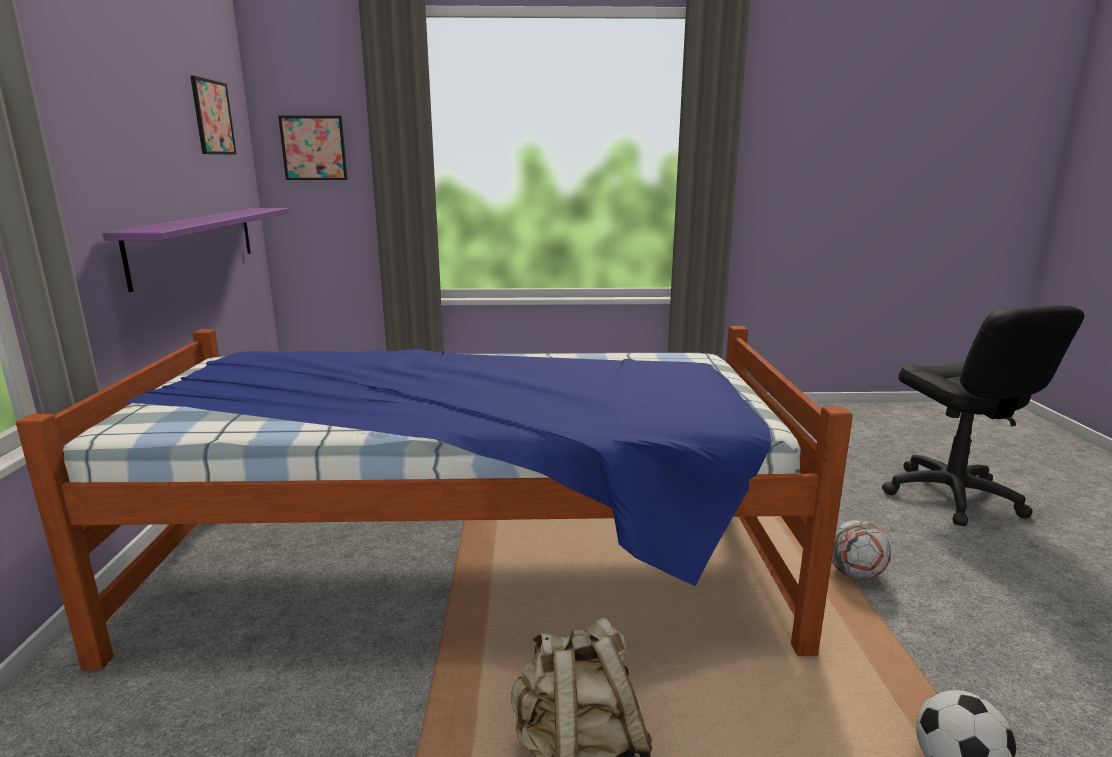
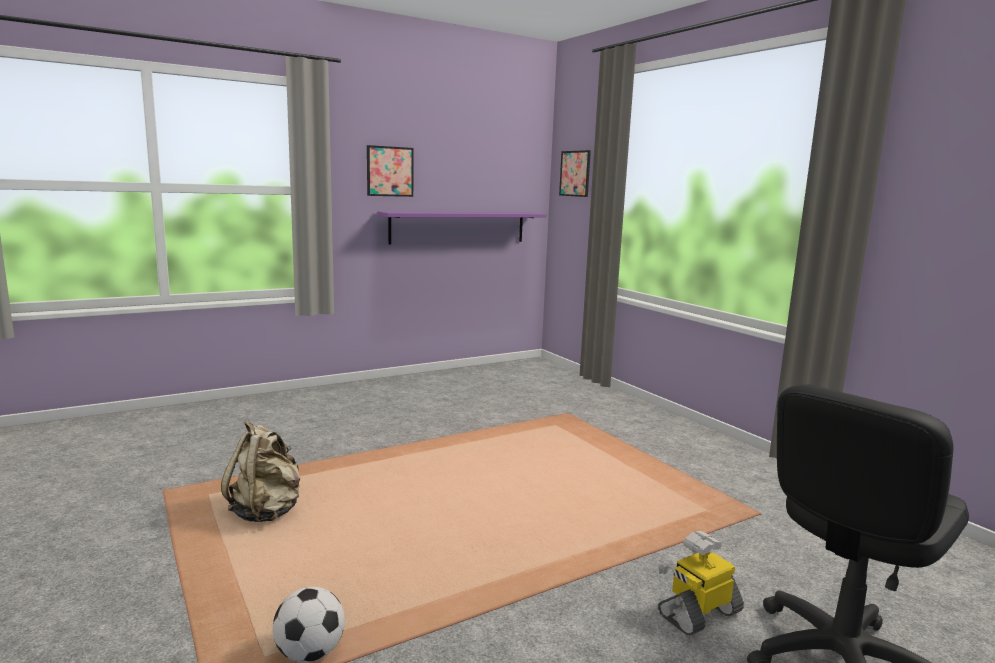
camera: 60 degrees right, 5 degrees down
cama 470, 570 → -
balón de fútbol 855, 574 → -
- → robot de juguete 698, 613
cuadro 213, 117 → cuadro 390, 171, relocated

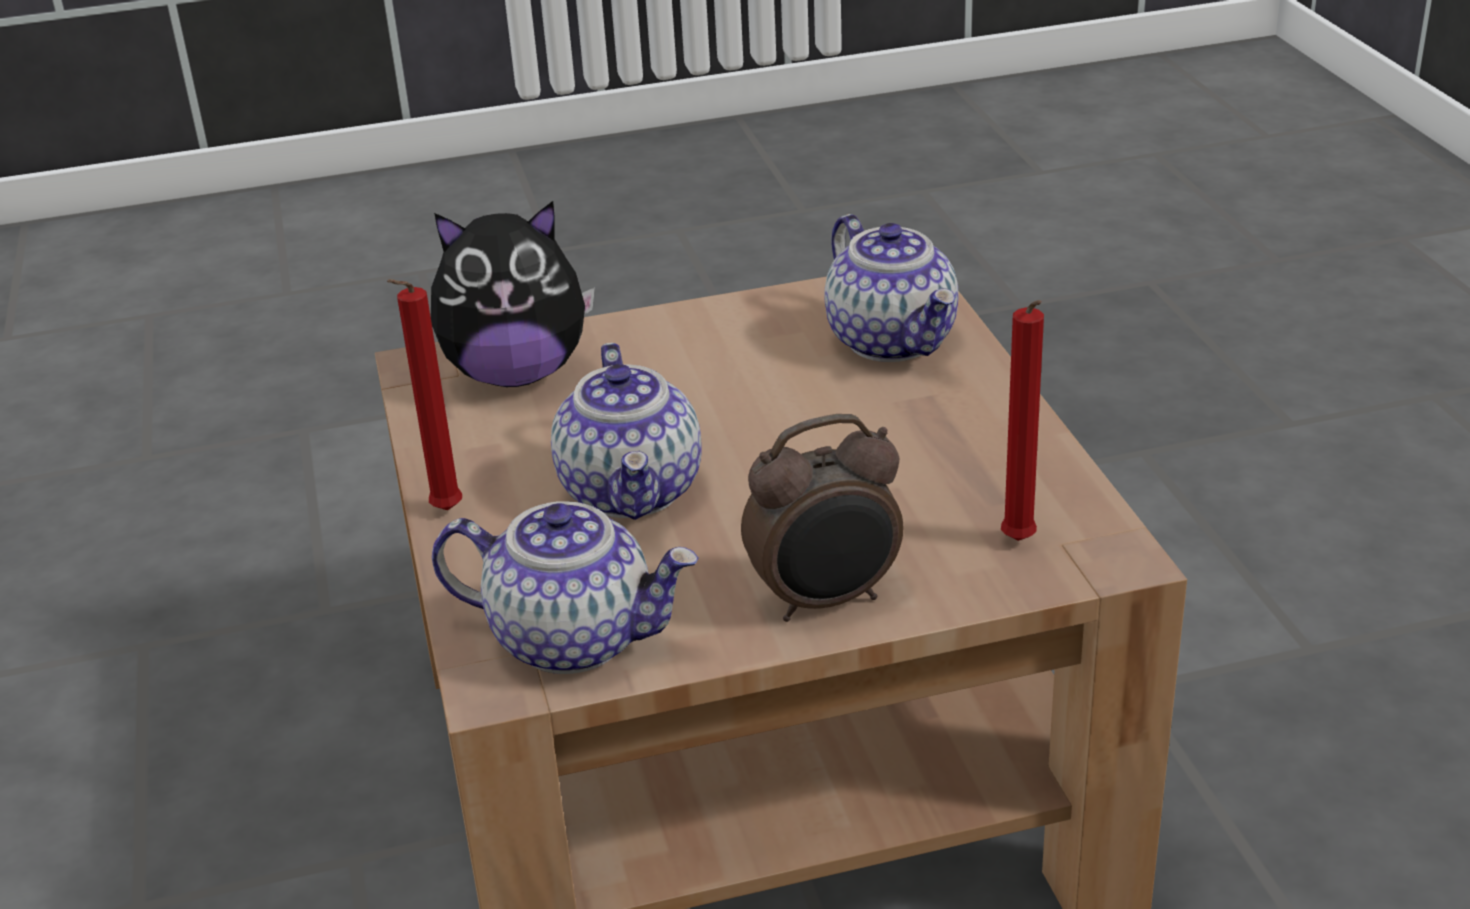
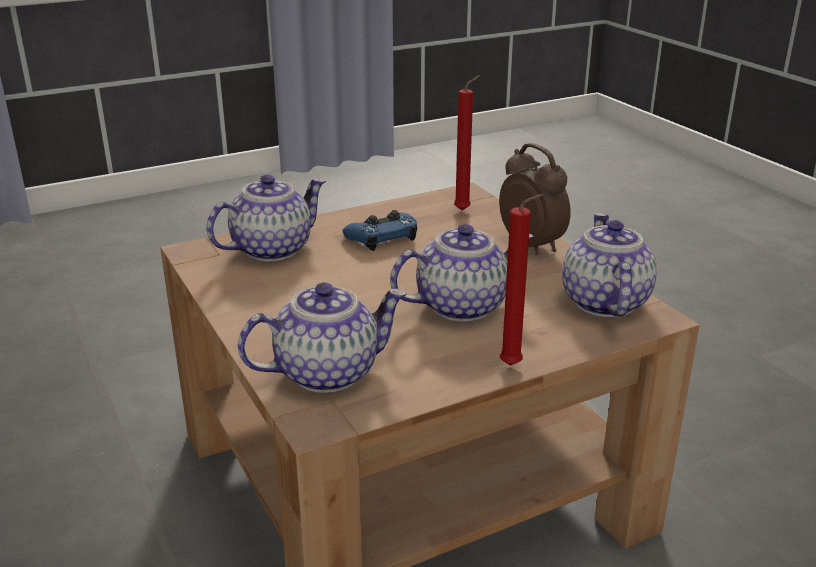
camera: 105 degrees left, 5 degrees down
- → mando de consola (azul) 382, 237
peluche 517, 374 → tetera 327, 372

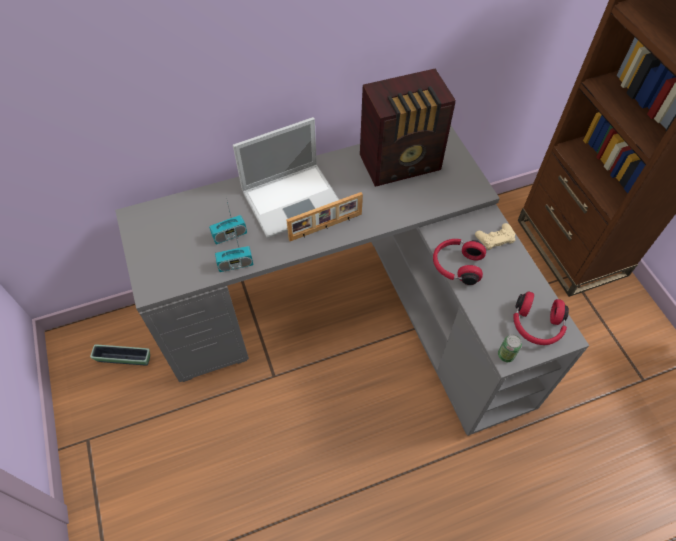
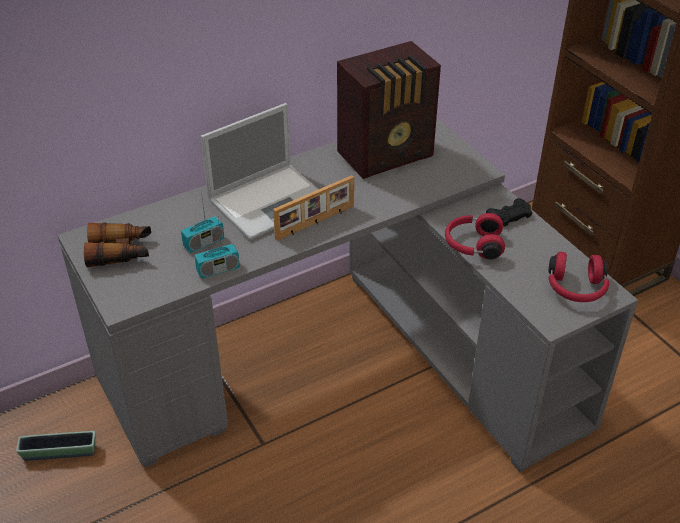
camera: 10 degrees left, 15 degrees down
lata 505, 355 → -
- → prismáticos 120, 252
mando de consola (beis) 495, 238 → mando de consola (negro) 509, 215

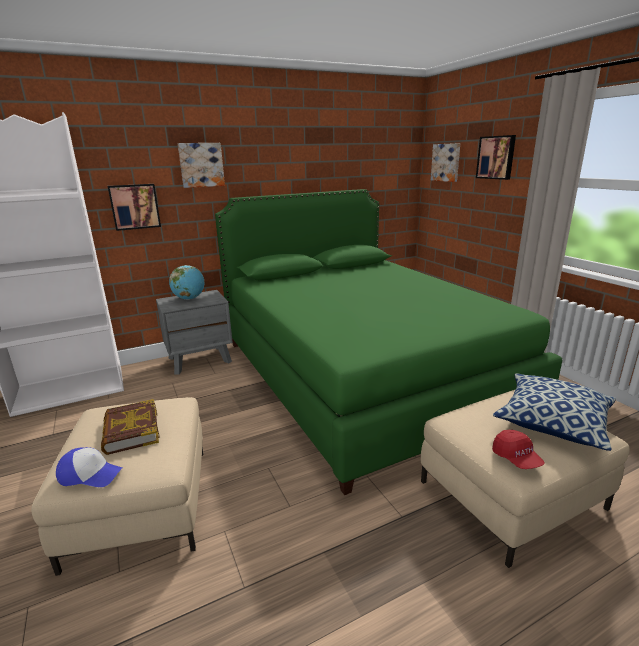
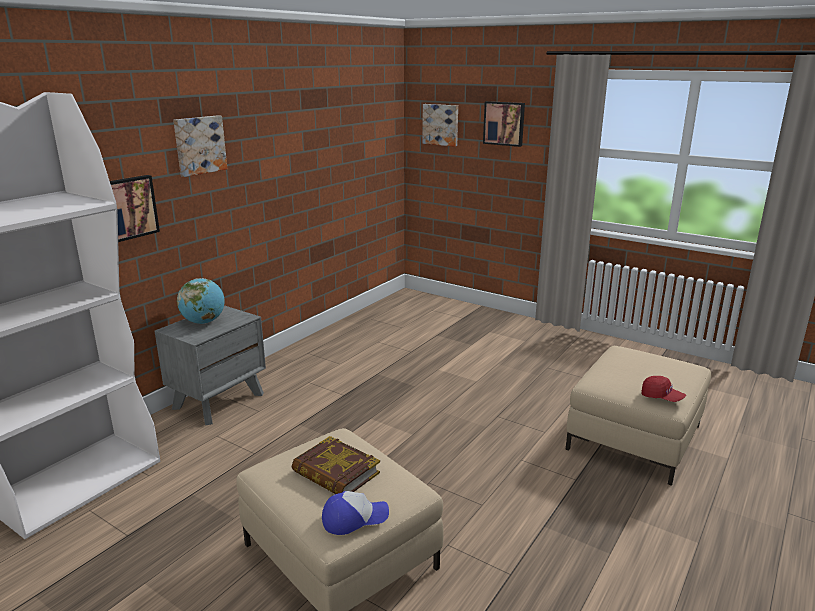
camera: 30 degrees left, 0 degrees up
cama (verde) 361, 374 → -
cojín 552, 422 → -

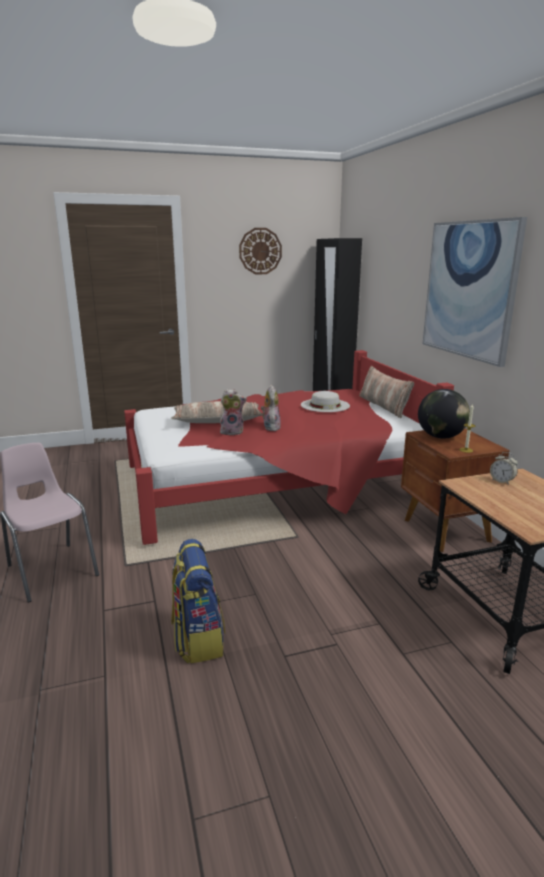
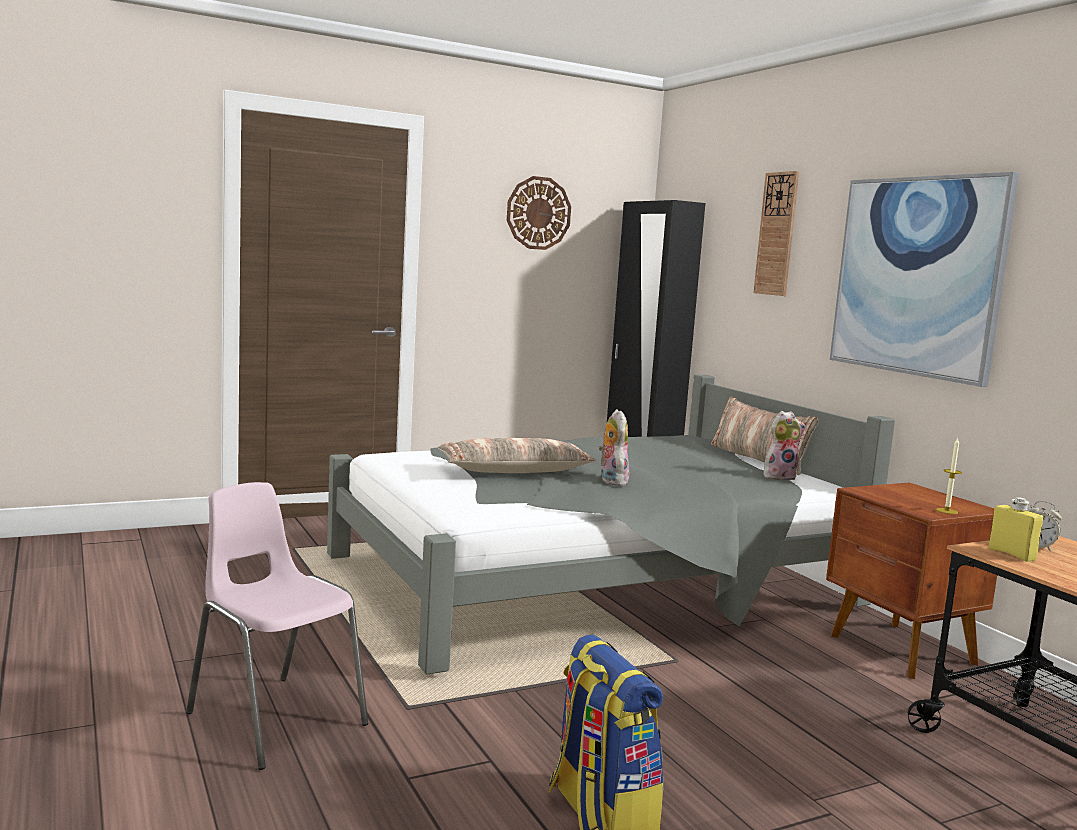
camera: 10 degrees left, 10 degrees down
sombrero (blanco) 325, 405 → -
globo terráqueo 440, 437 → -
- → reloj de pared 777, 234
- → botella (amarillo) 1011, 554
peluche 232, 432 → peluche 779, 477, relocated
cama (rojo) 272, 484 → cama (gris) 589, 585

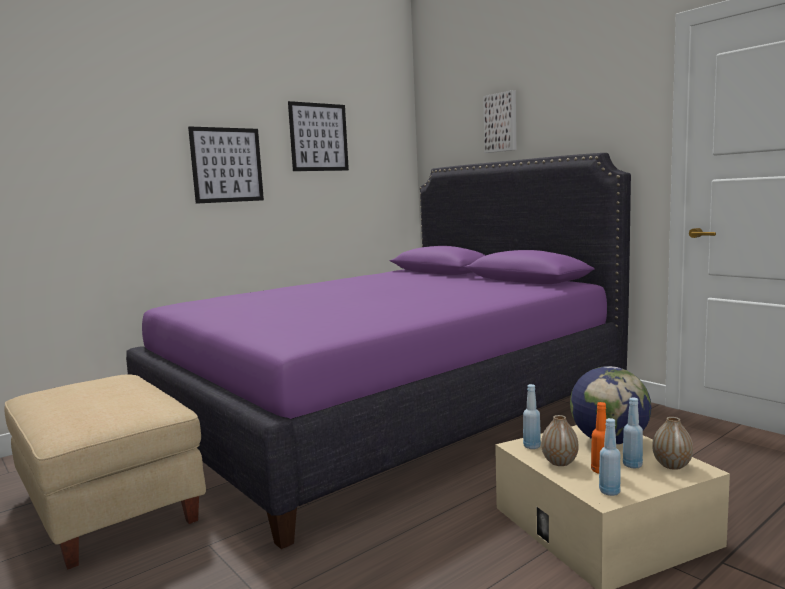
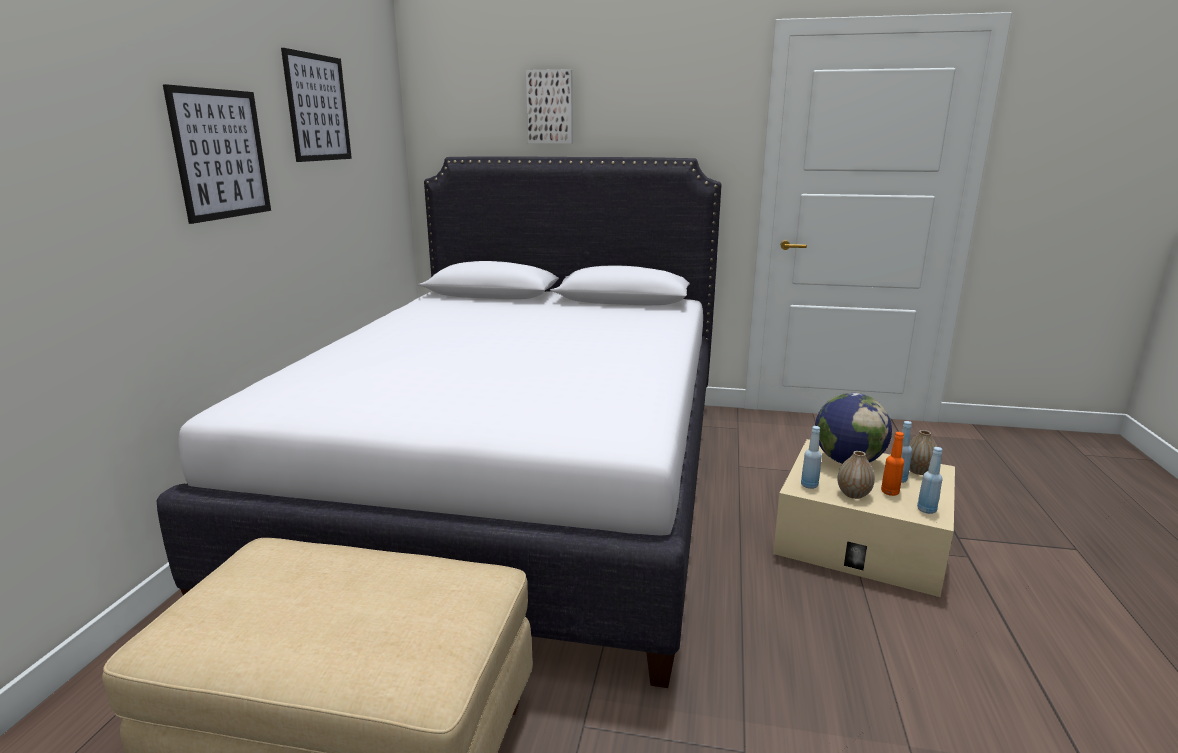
camera: 40 degrees left, 10 degrees up
cama (morado) 386, 413 → cama (blanco) 517, 483

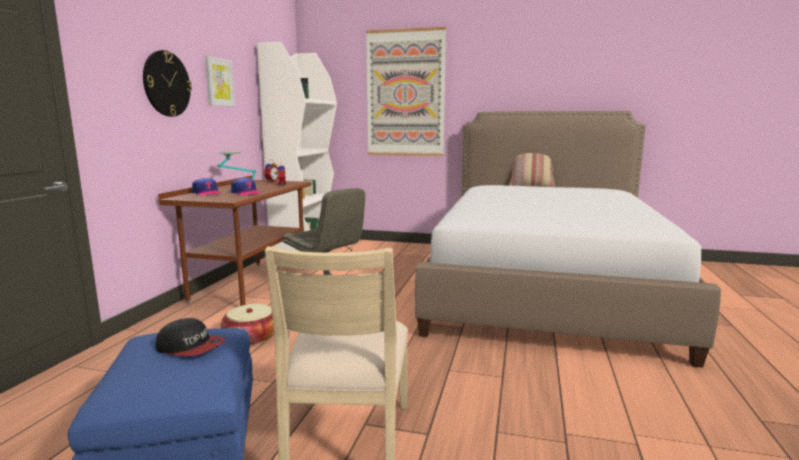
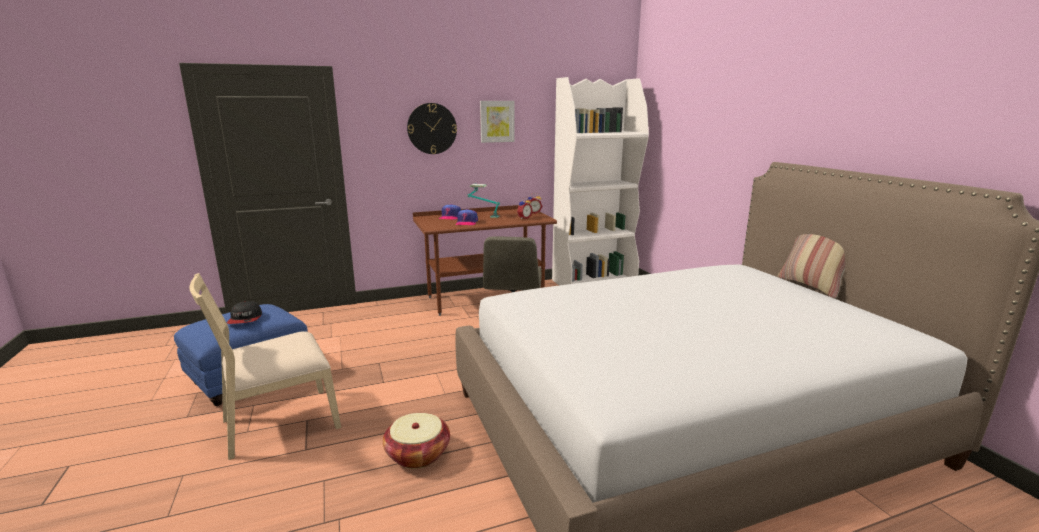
camera: 55 degrees right, 5 degrees up
cuadro 405, 93 → -
cesta 251, 337 → cesta 418, 454, relocated

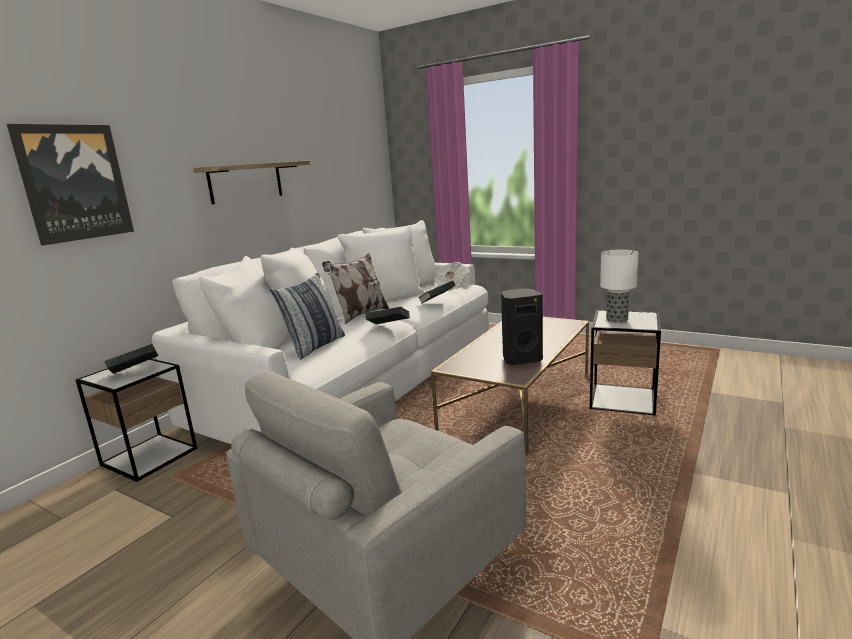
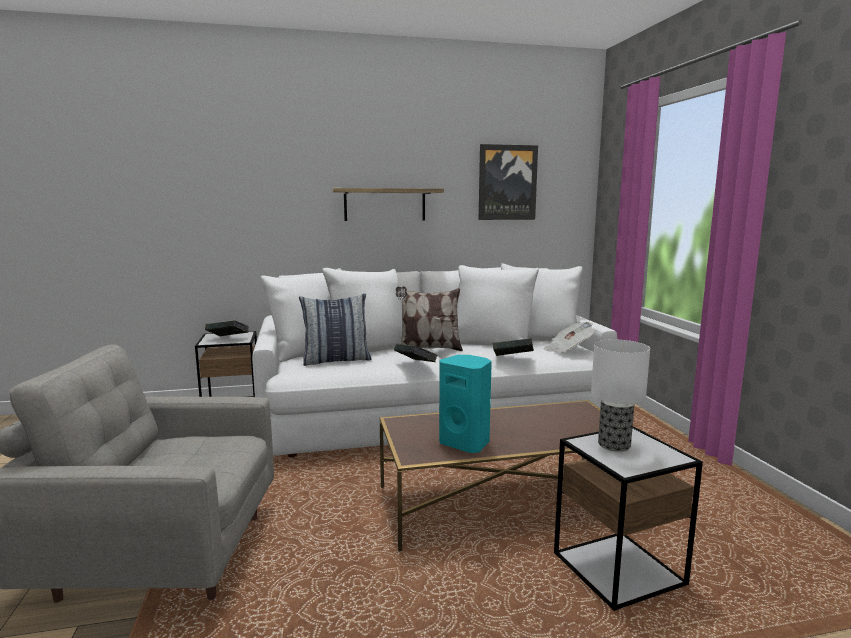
camera: 45 degrees right, 5 degrees down
cuadro 74, 183 → cuadro 507, 182, relocated
altavoz (negro) 521, 359 → altavoz (turquesa) 466, 443

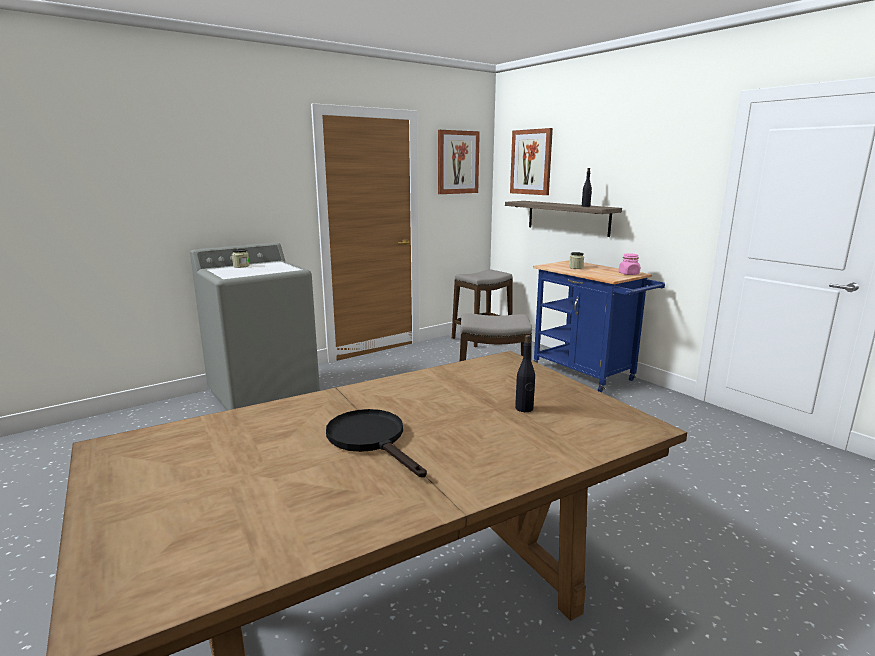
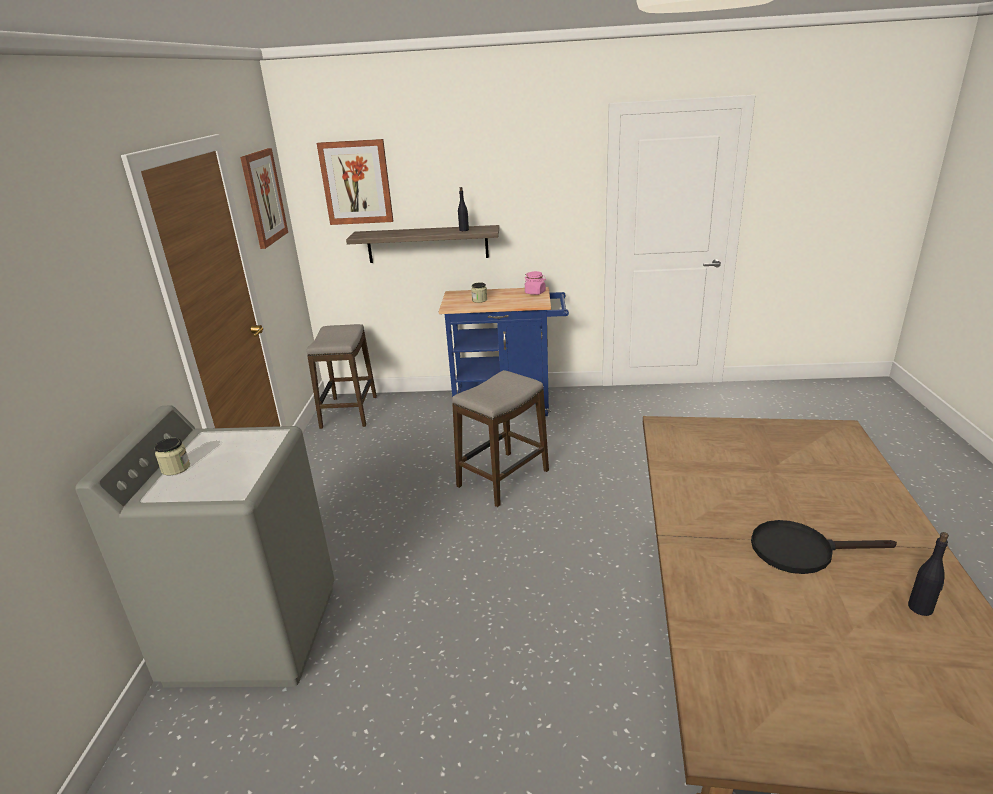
camera: 50 degrees left, 10 degrees up
botella (negro) 524, 408 → botella (negro) 920, 608, relocated

